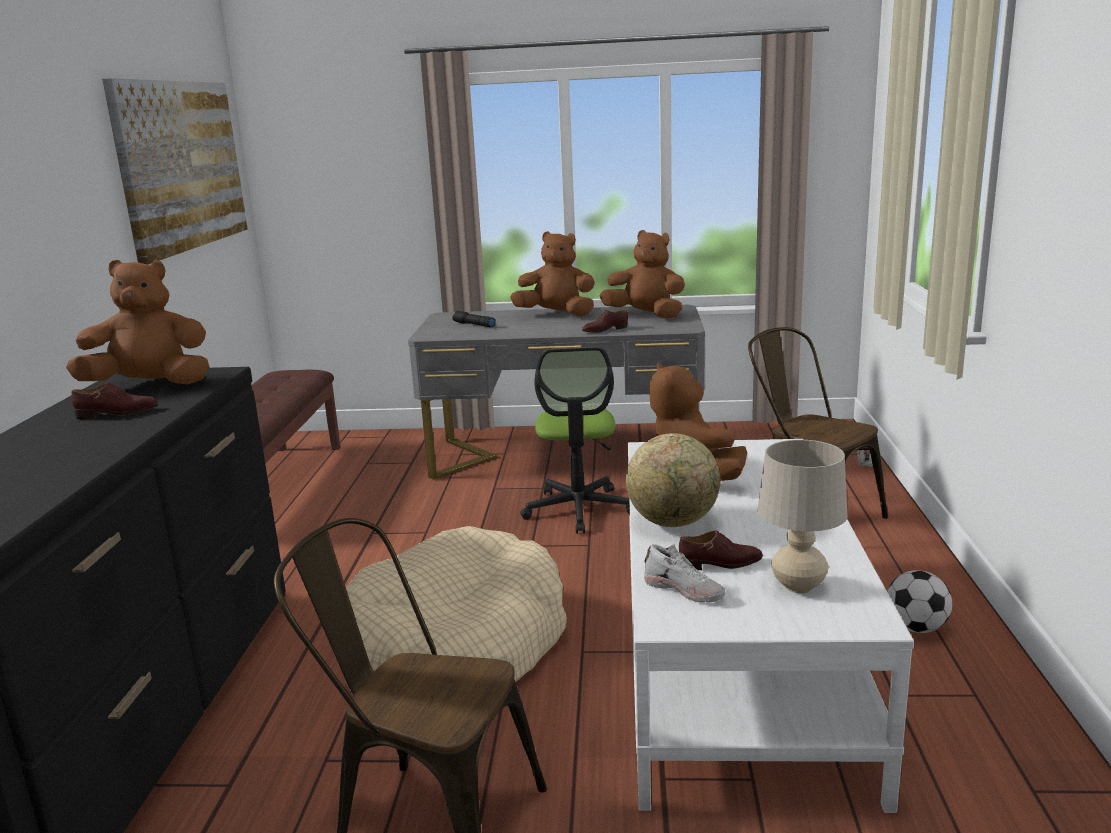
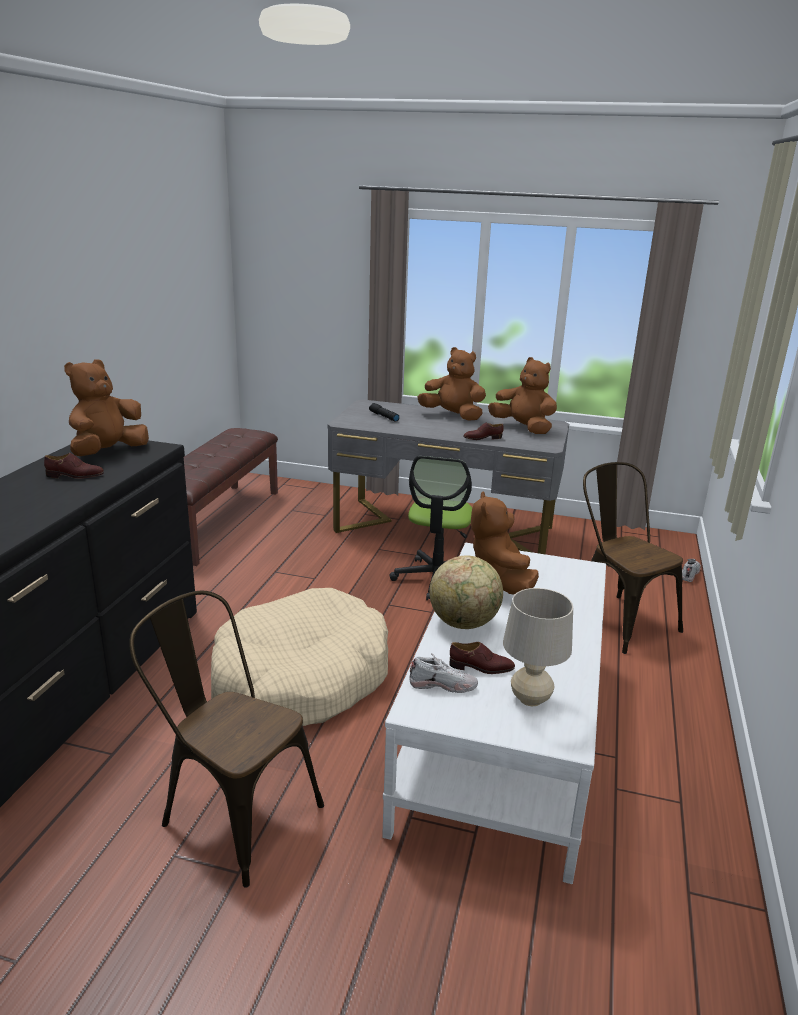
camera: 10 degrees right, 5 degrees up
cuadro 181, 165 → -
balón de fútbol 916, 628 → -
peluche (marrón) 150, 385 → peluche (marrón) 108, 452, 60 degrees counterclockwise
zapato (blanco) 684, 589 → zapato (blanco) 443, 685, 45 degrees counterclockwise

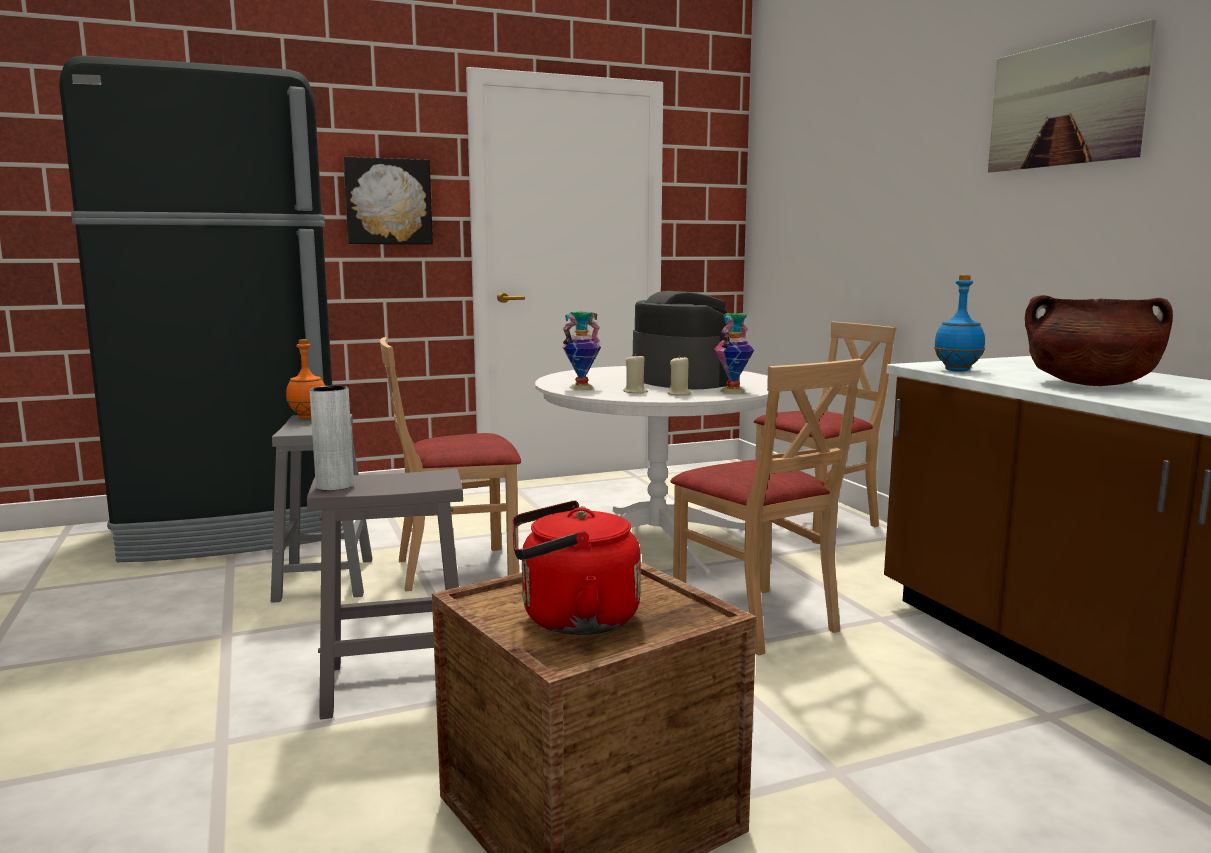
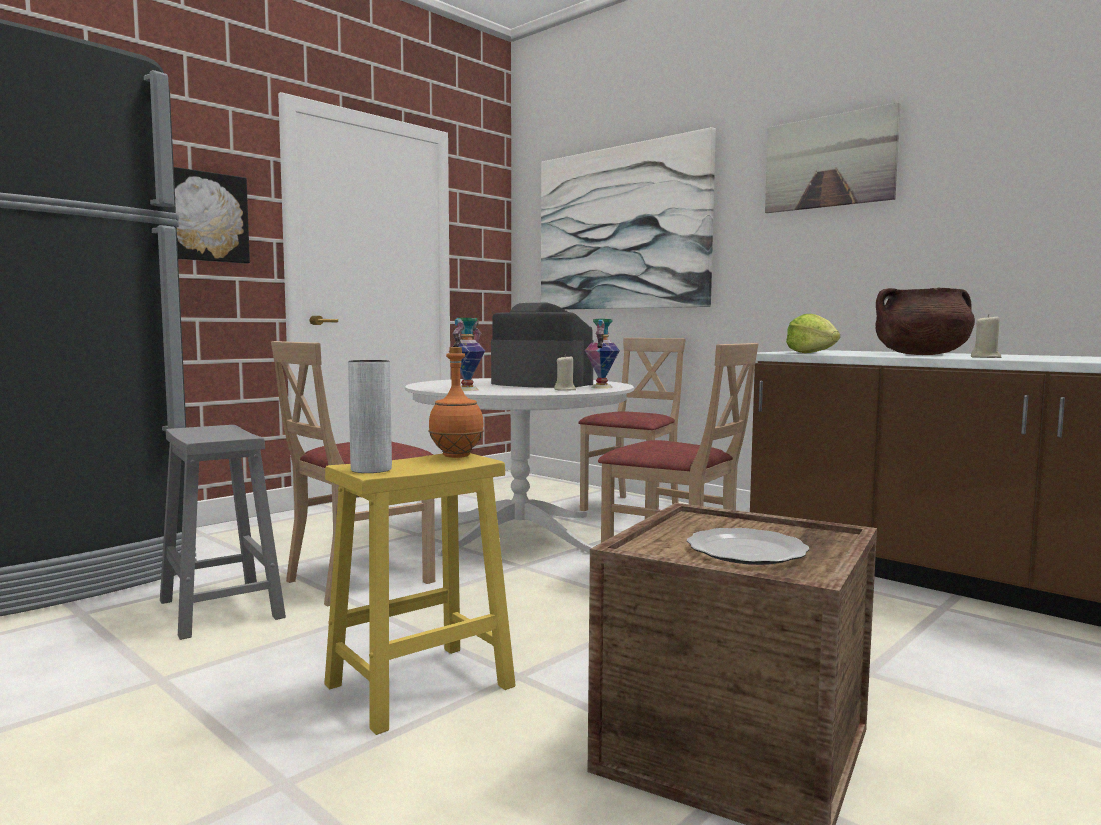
camera: 25 degrees left, 5 degrees down
- → cuadro 621, 228
botella (naranja) 308, 417 → botella (naranja) 456, 456, relocated
vela (beis) 635, 392 → vela (beis) 986, 357, relocated
hervidor (rojo) 572, 620 → plato 744, 551
botella (azul) 957, 370 → lechuga 812, 353
taburete (gris) 393, 684 → taburete (amarillo) 417, 687

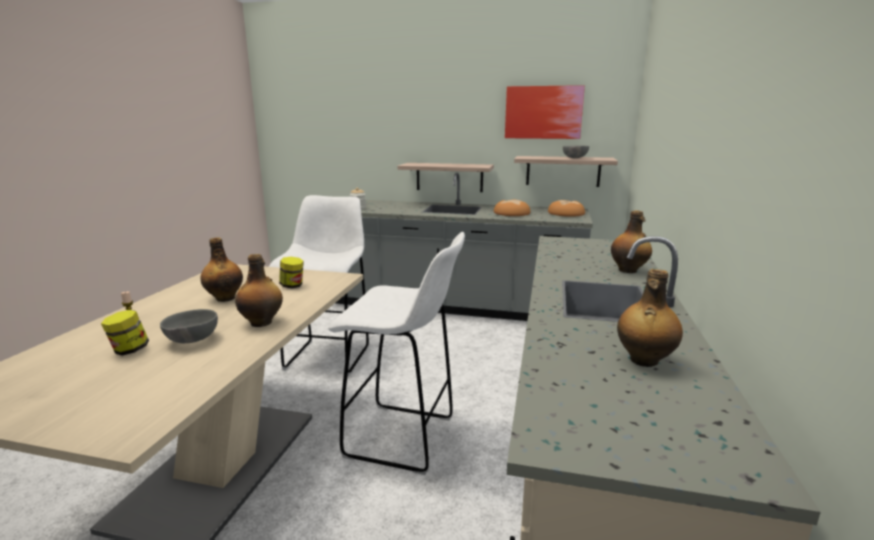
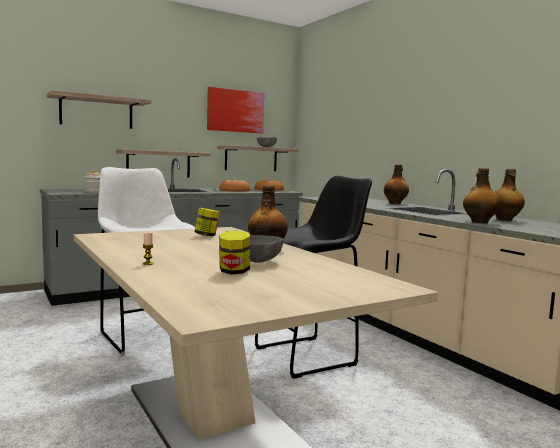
camera: 45 degrees left, 10 degrees down
- → estante 96, 112
botella 225, 298 → botella 479, 222, relocated
taburete (blanco) 403, 438 → taburete (negro) 308, 356

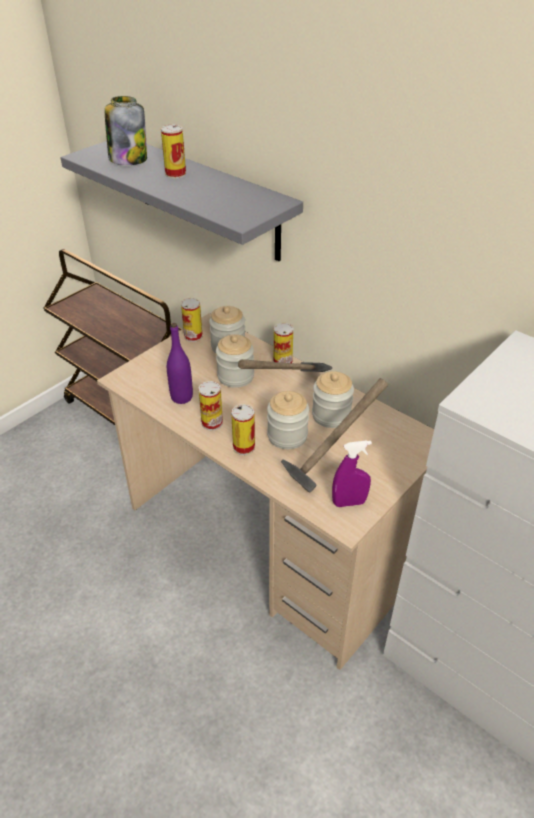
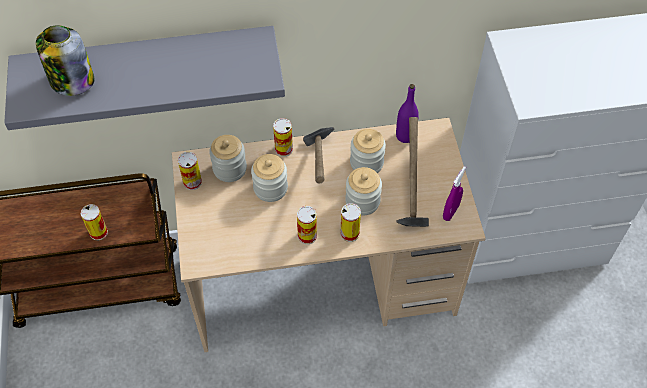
camera: 50 degrees left, 15 degrees up
lata 175, 174 → lata 98, 232, relocated
botella (morado) 181, 397 → botella (morado) 405, 136, relocated

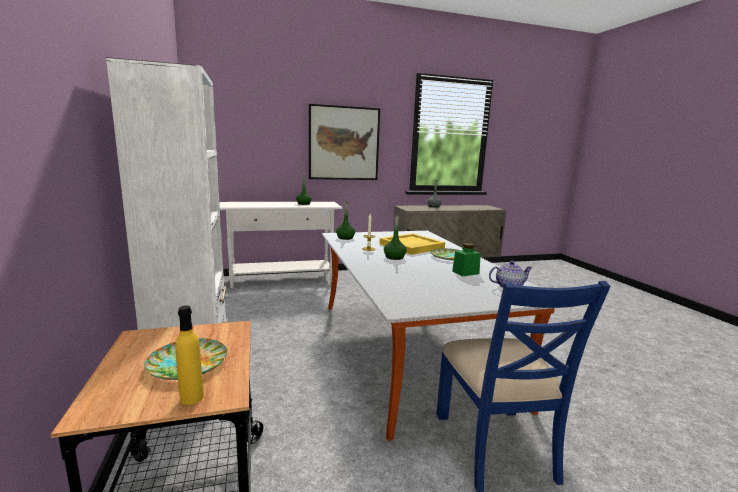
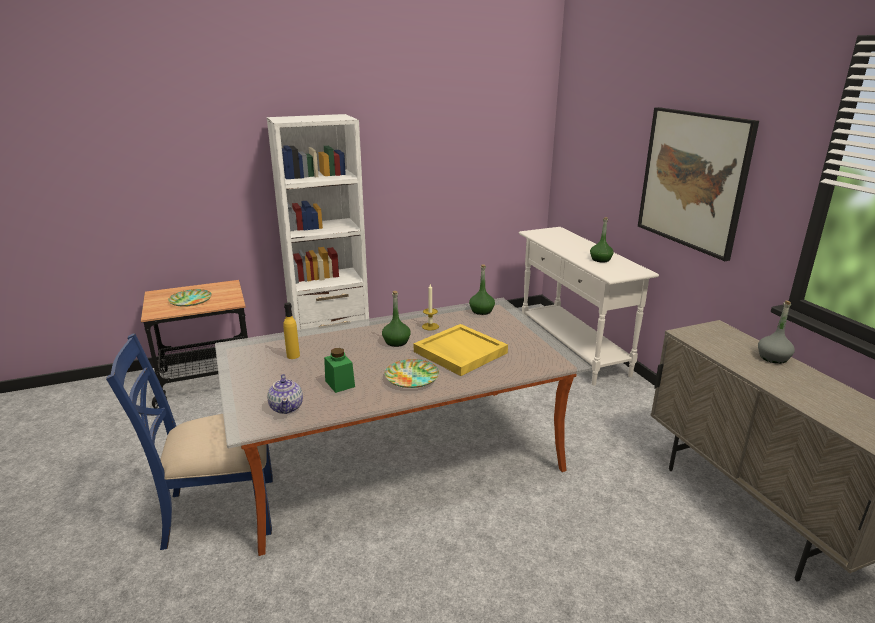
camera: 85 degrees right, 10 degrees up
botella (amarillo) 191, 398 → botella (amarillo) 293, 356, relocated

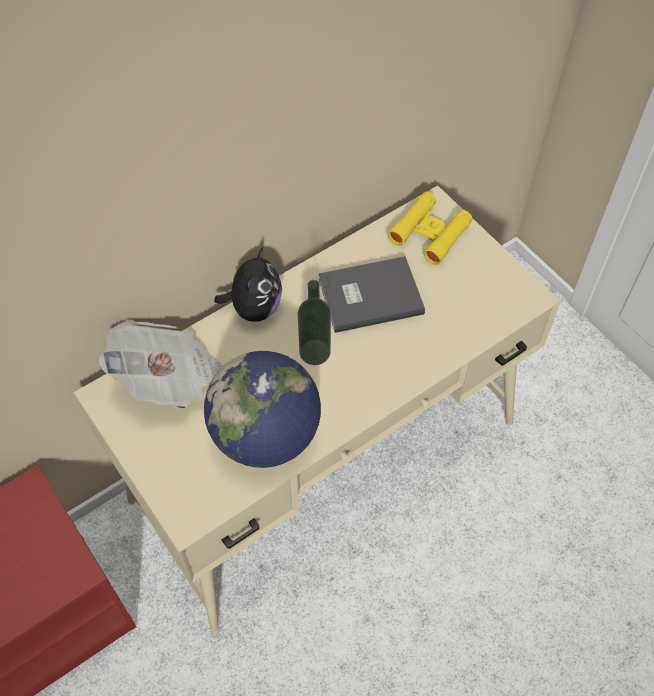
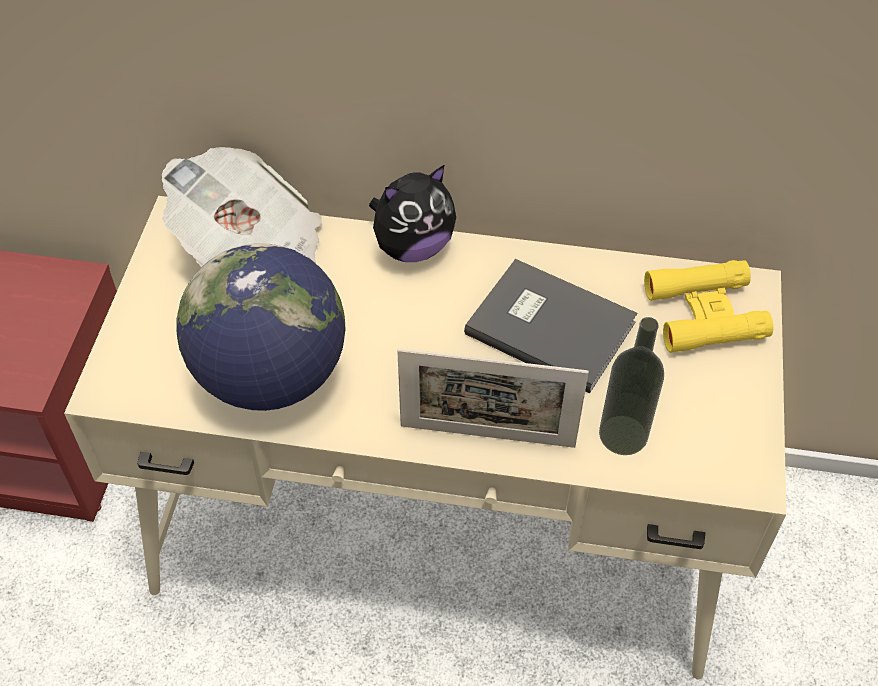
camera: 45 degrees right, 5 degrees down
- → portarretratos 487, 436
botella 314, 352 → botella 623, 435, relocated

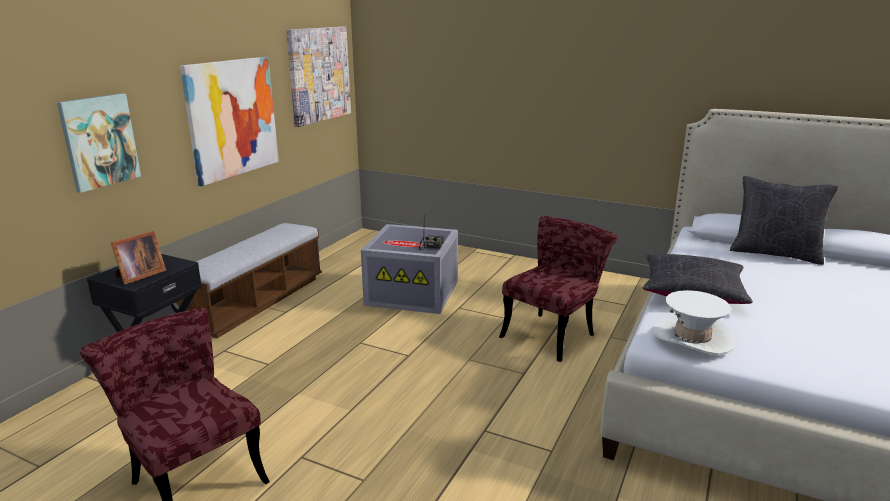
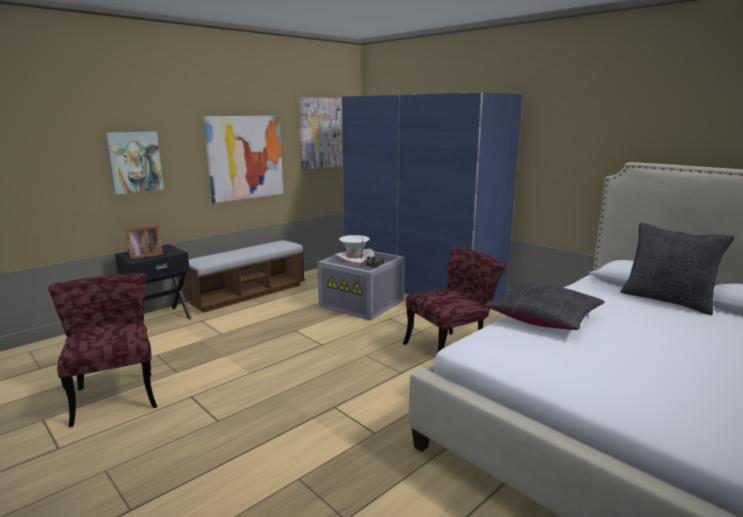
camera: 20 degrees right, 5 degrees down
- → armario ropero (azul) 418, 286
sombrero (blanco) 692, 337 → sombrero (blanco) 354, 257, relocated

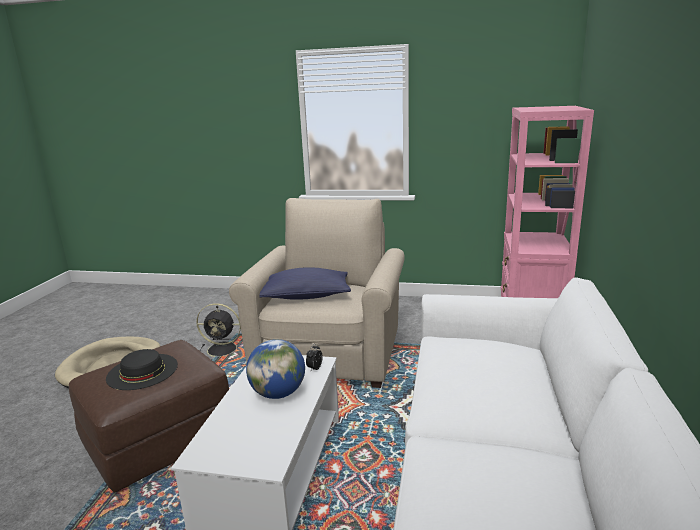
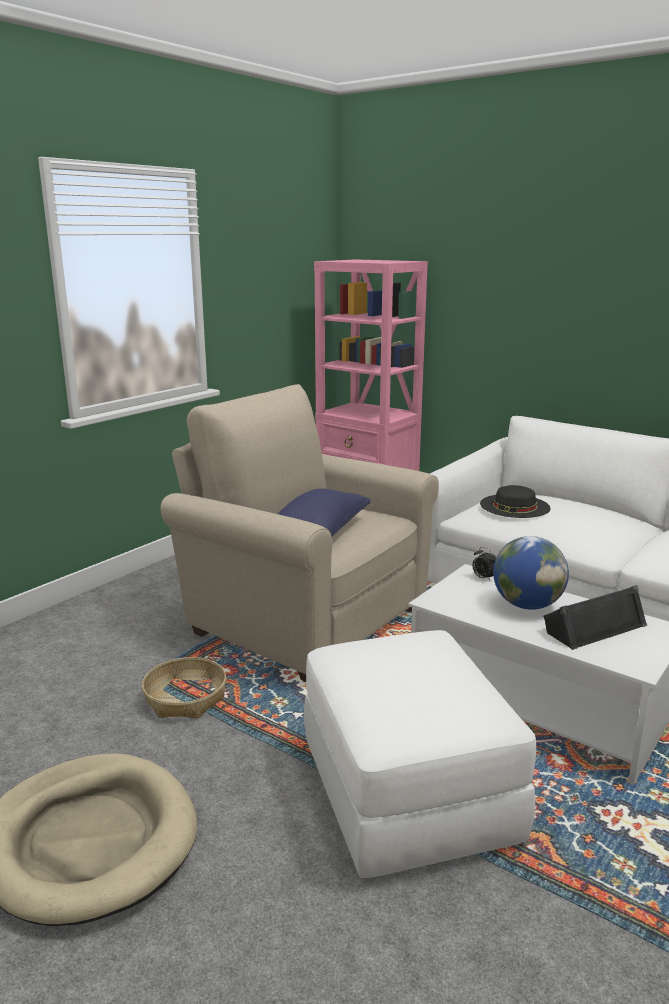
camera: 65 degrees left, 0 degrees up
- → altavoz (negro) 593, 627
sombrero (negro) 142, 371 → sombrero (negro) 514, 506, relocated
ventilador (negro) 223, 349 → cesta 185, 698
puf (marrón) 159, 440 → puf (blanco) 409, 793

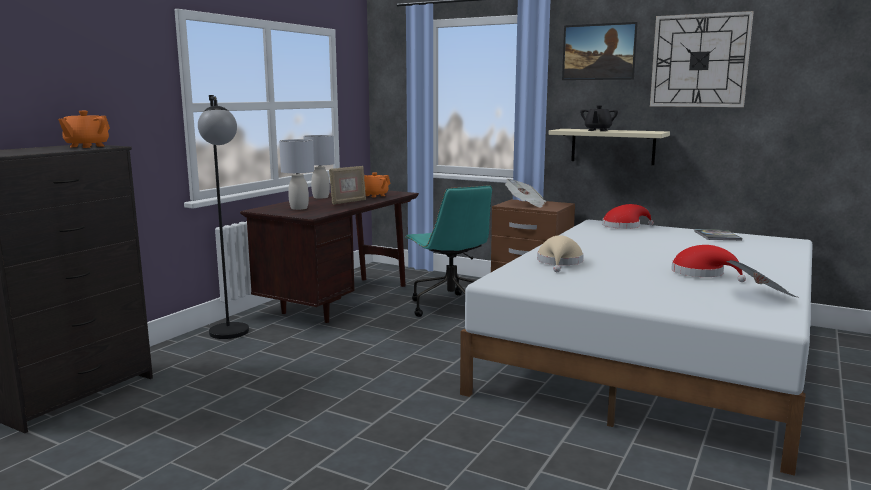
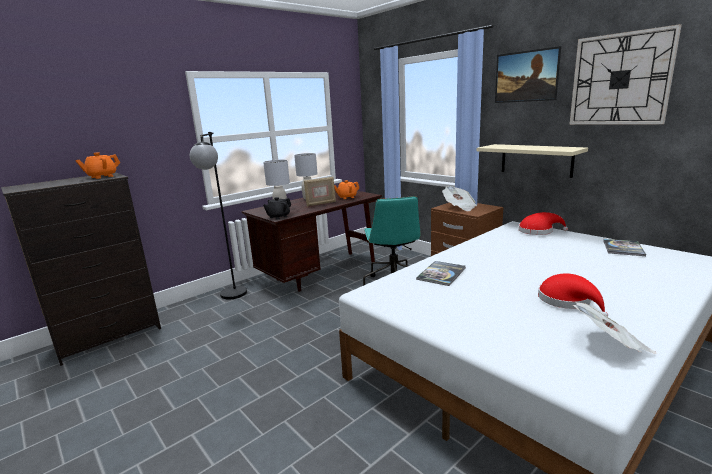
camera: 20 degrees right, 5 degrees up
tetera (negro) 597, 130 → tetera (negro) 278, 217, relocated
sombrero (beis) 559, 262 → libro 441, 274

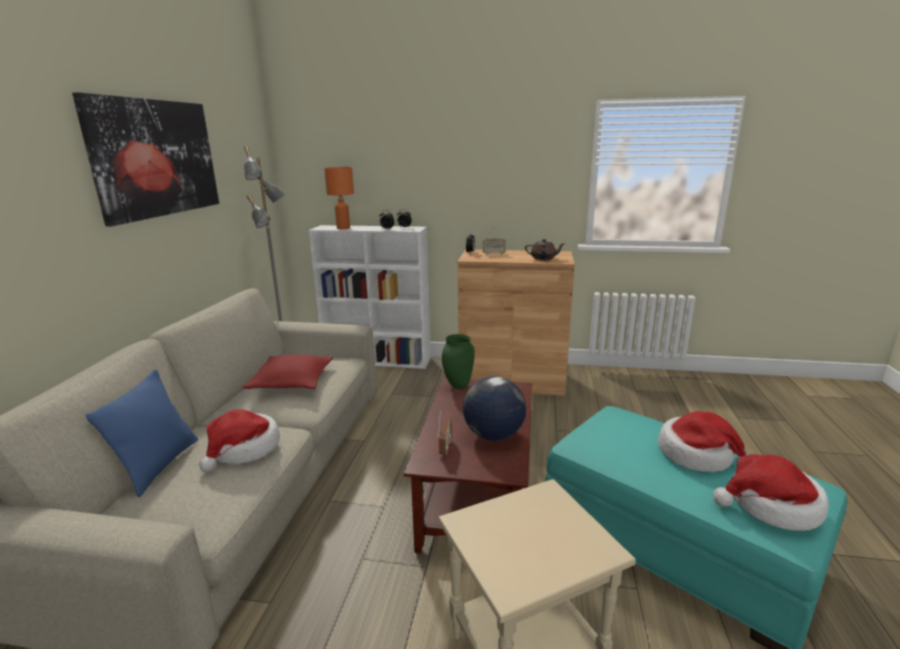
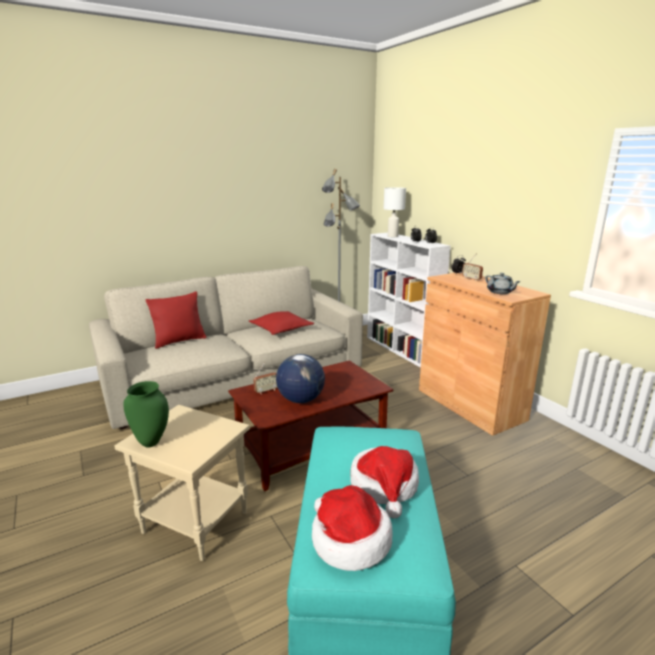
camera: 50 degrees right, 0 degrees up
cuadro 156, 158 → -
sombrero 243, 449 → -
florero (verde) 459, 386 → florero (verde) 151, 443, relocated
cojín (azul) 159, 465 → cojín (rojo) 179, 341
lámpara de mesa (naranja) 343, 228 → lámpara de mesa (blanco) 392, 236
tetera (marrón) 543, 258 → tetera (gris) 500, 292

